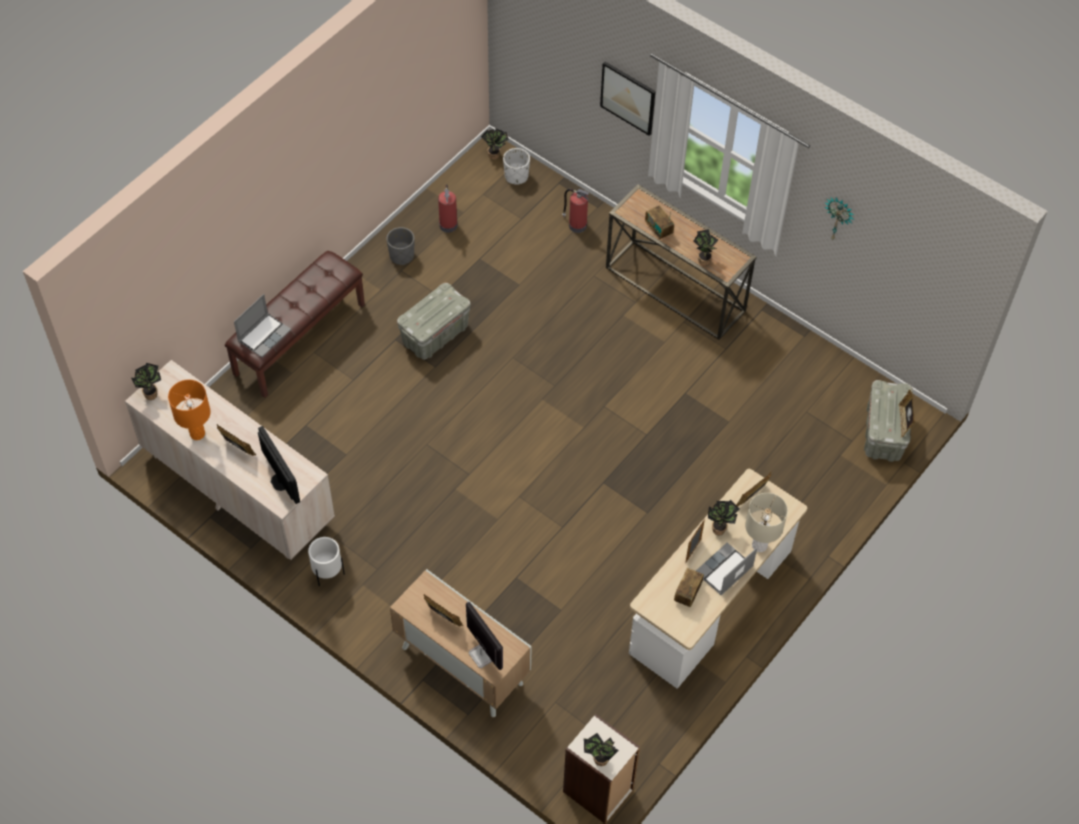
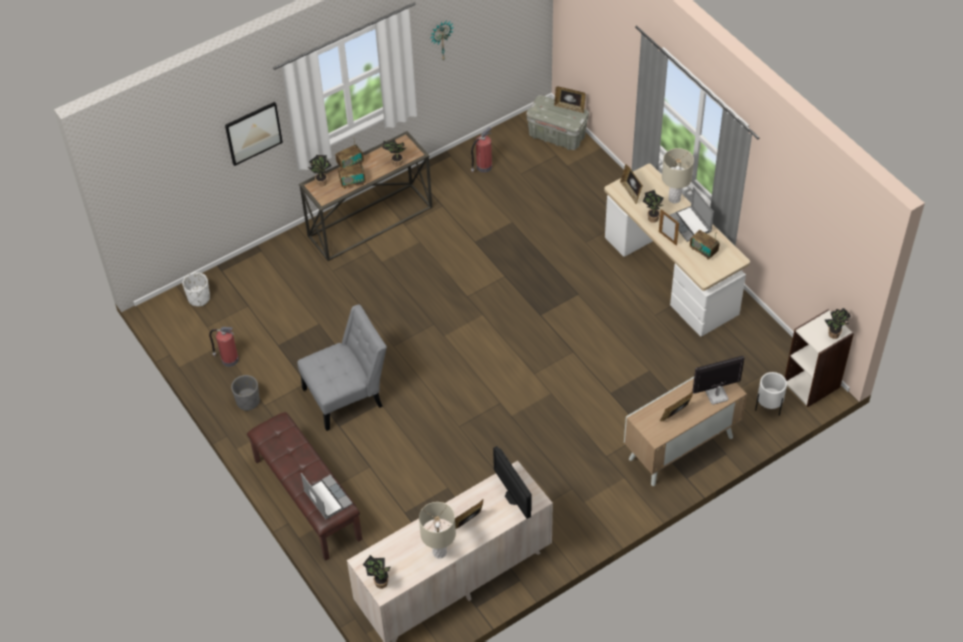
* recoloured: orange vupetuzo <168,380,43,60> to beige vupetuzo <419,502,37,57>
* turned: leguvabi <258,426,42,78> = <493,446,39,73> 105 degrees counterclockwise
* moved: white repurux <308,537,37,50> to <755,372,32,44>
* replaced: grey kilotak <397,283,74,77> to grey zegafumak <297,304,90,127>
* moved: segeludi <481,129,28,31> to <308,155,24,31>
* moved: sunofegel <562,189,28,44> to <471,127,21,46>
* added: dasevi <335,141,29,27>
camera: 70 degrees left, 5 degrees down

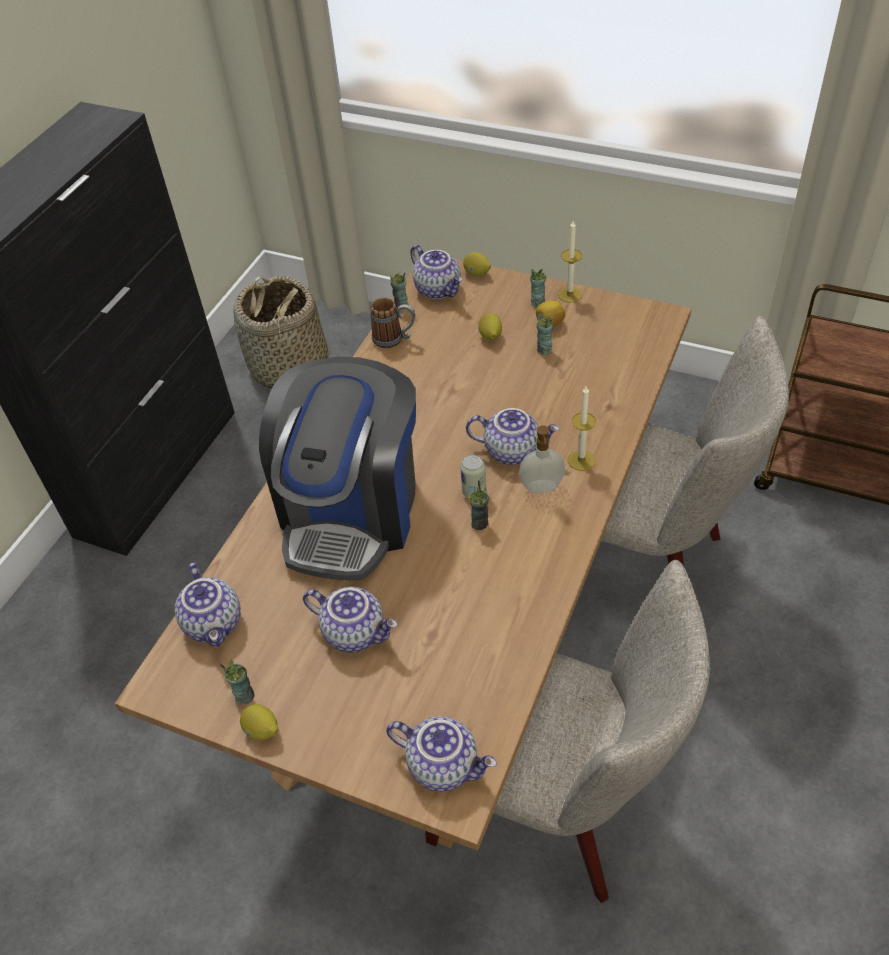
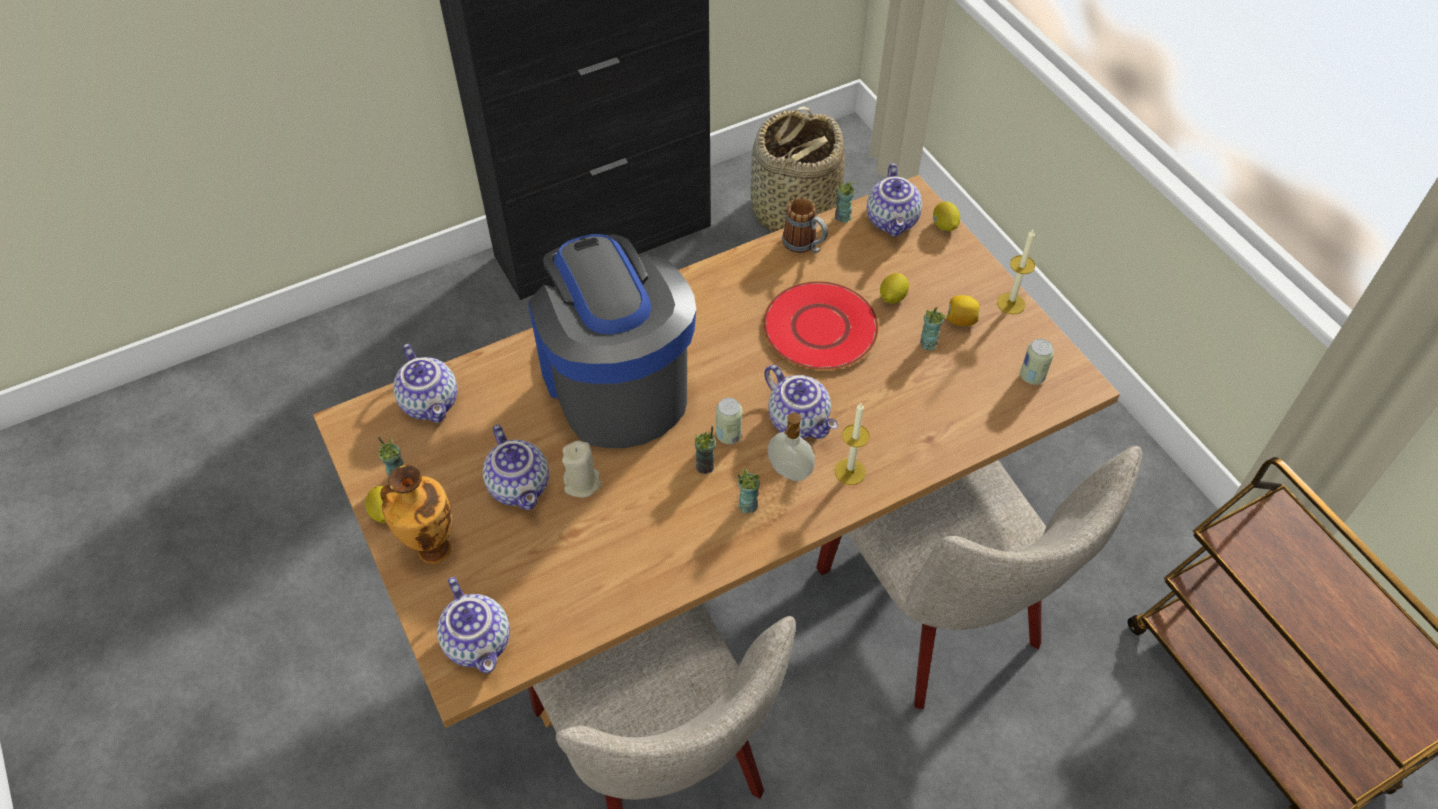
* turned: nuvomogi <175,562,66,85> = <393,344,64,79> 45 degrees counterclockwise
* turned: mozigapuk <259,357,157,224> = <528,234,168,214> 105 degrees clockwise
* moved: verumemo <530,269,17,39> to <737,469,23,44>
* added: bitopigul <380,465,71,99>
* added: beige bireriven <562,441,39,57>
* added: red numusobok <763,281,116,89>
* added: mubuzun <1020,339,34,46>
camera: 35 degrees right, 5 degrees up

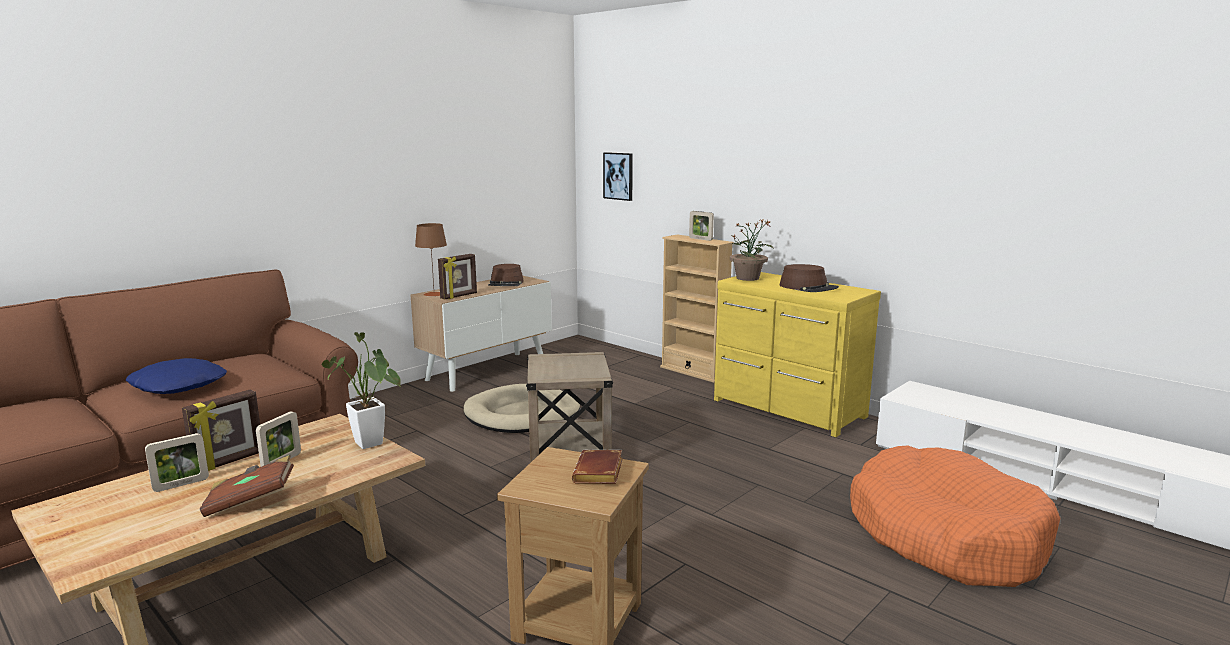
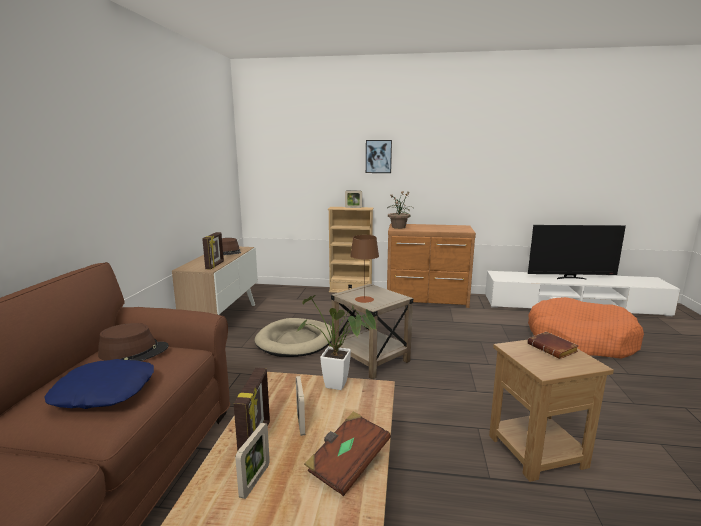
* moved: brown vupetuzo <415,223,32,74> to <350,235,29,68>
* moved: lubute <603,152,30,49> to <366,140,26,33>
* recoloured: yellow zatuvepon <714,272,167,165> to brown zatuvepon <387,224,89,84>
* moved: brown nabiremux <780,264,59,28> to <98,323,71,38>
* added: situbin <528,225,98,55>
camera: 35 degrees left, 0 degrees up

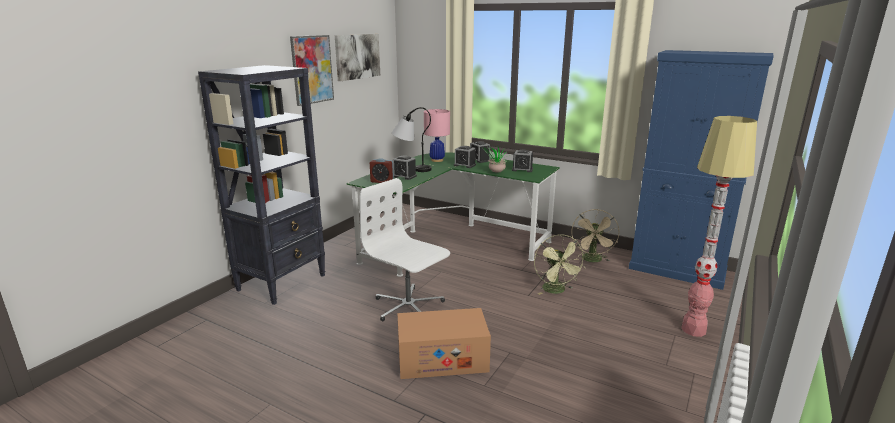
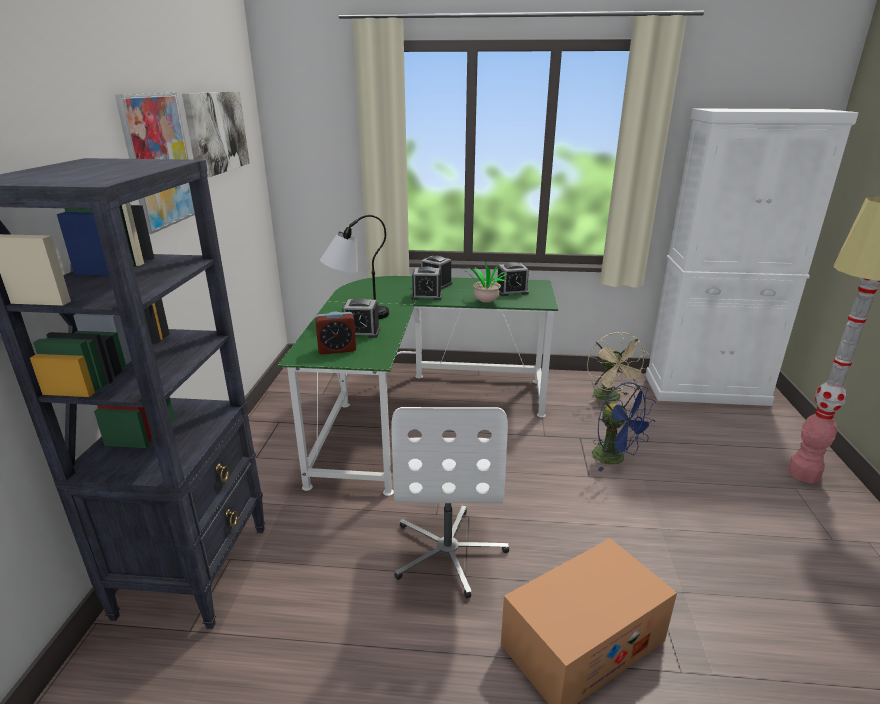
* turned: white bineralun <359,178,91,143> = <391,407,118,191> 105 degrees counterclockwise
* removed: pink vupetuzo <424,109,26,53>
* recoloured: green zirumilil <534,234,52,61> to blue zirumilil <592,382,64,90>
* recoloured: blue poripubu <629,50,145,240> to white poripubu <645,108,214,298>
camera: 25 degrees left, 5 degrees up

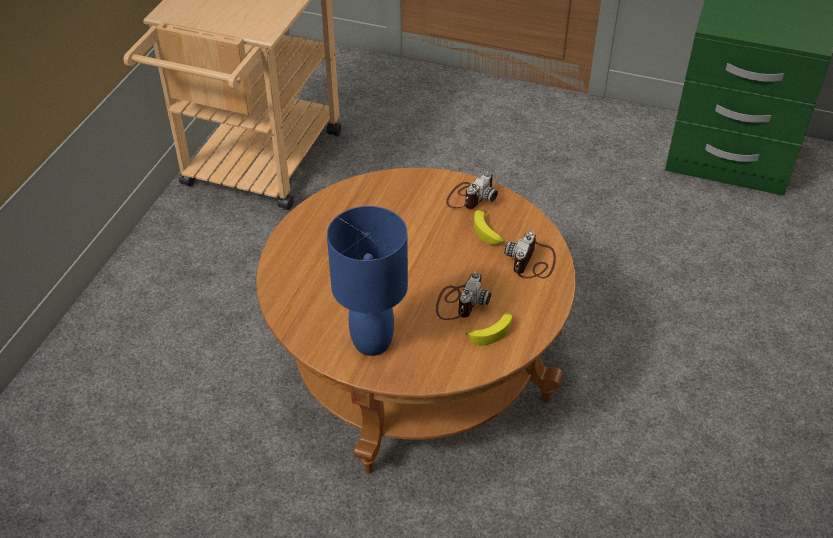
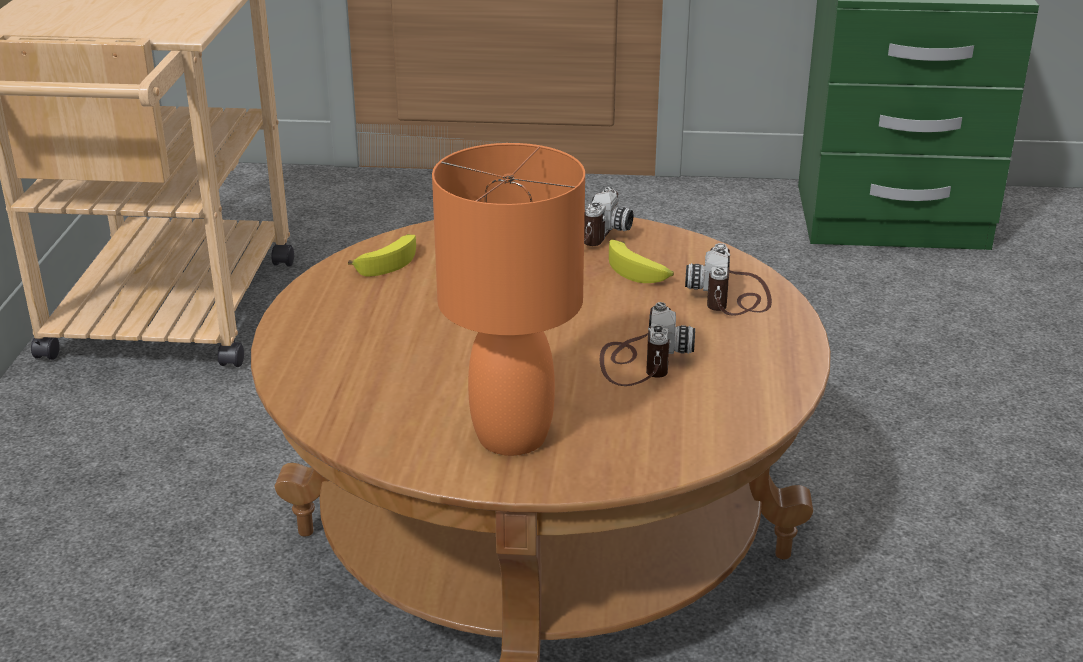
* recoloured: blue vupetuzo <327,206,81,150> to orange vupetuzo <432,143,153,313>
* moved: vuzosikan <465,312,47,34> to <348,234,68,43>
camera: 15 degrees left, 15 degrees down

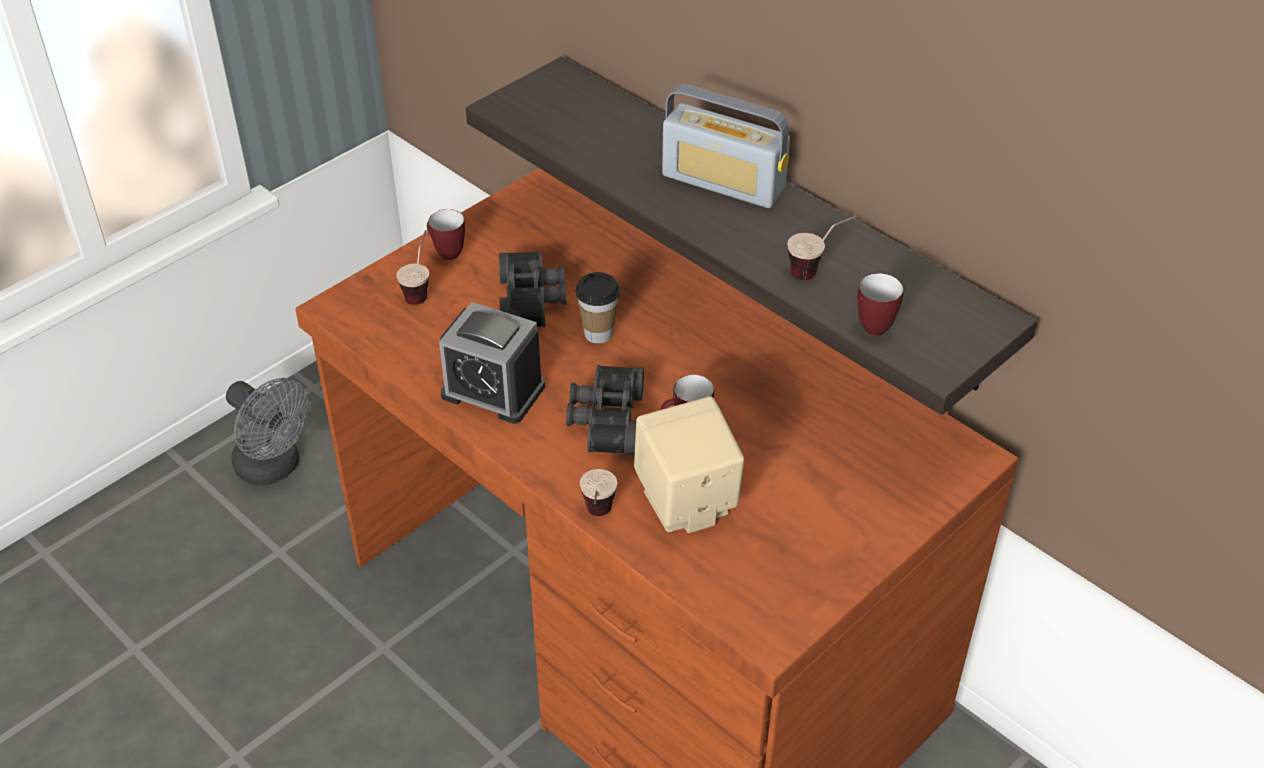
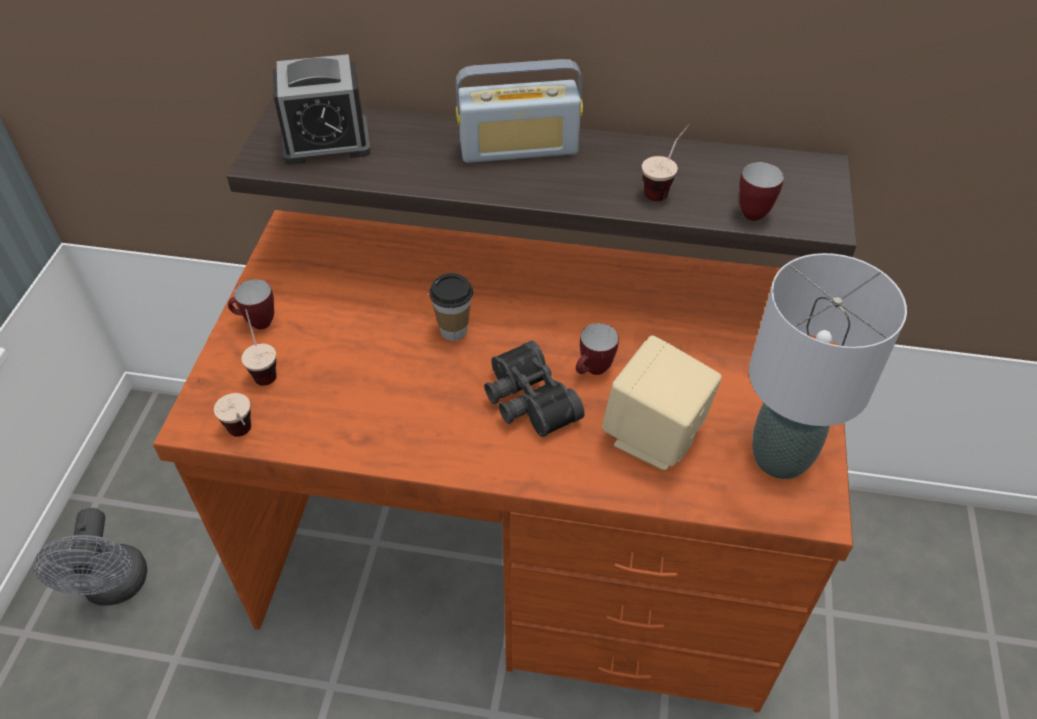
* turned: grey zirumilil <226,378,85,108> = <33,508,114,98> 75 degrees clockwise
* moved: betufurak <439,302,106,122> to <273,54,98,111>
* removed: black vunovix <499,251,67,76>
* moved: verumemo <580,469,37,47> to <214,393,37,44>
* added: grey vupetuzo <749,253,158,226>
camera: 35 degrees left, 5 degrees up

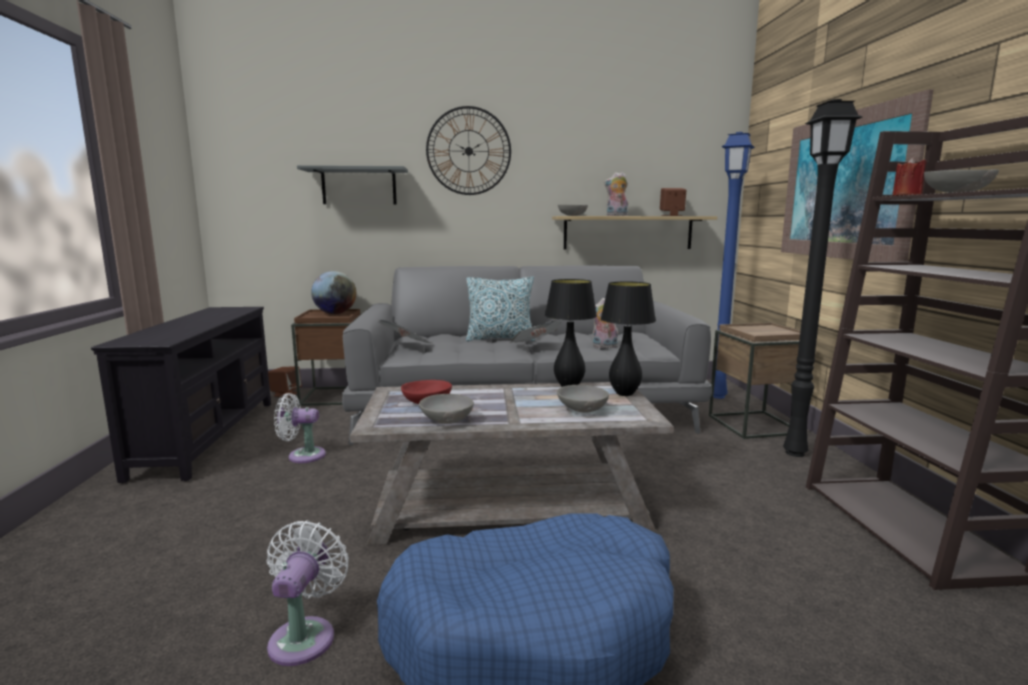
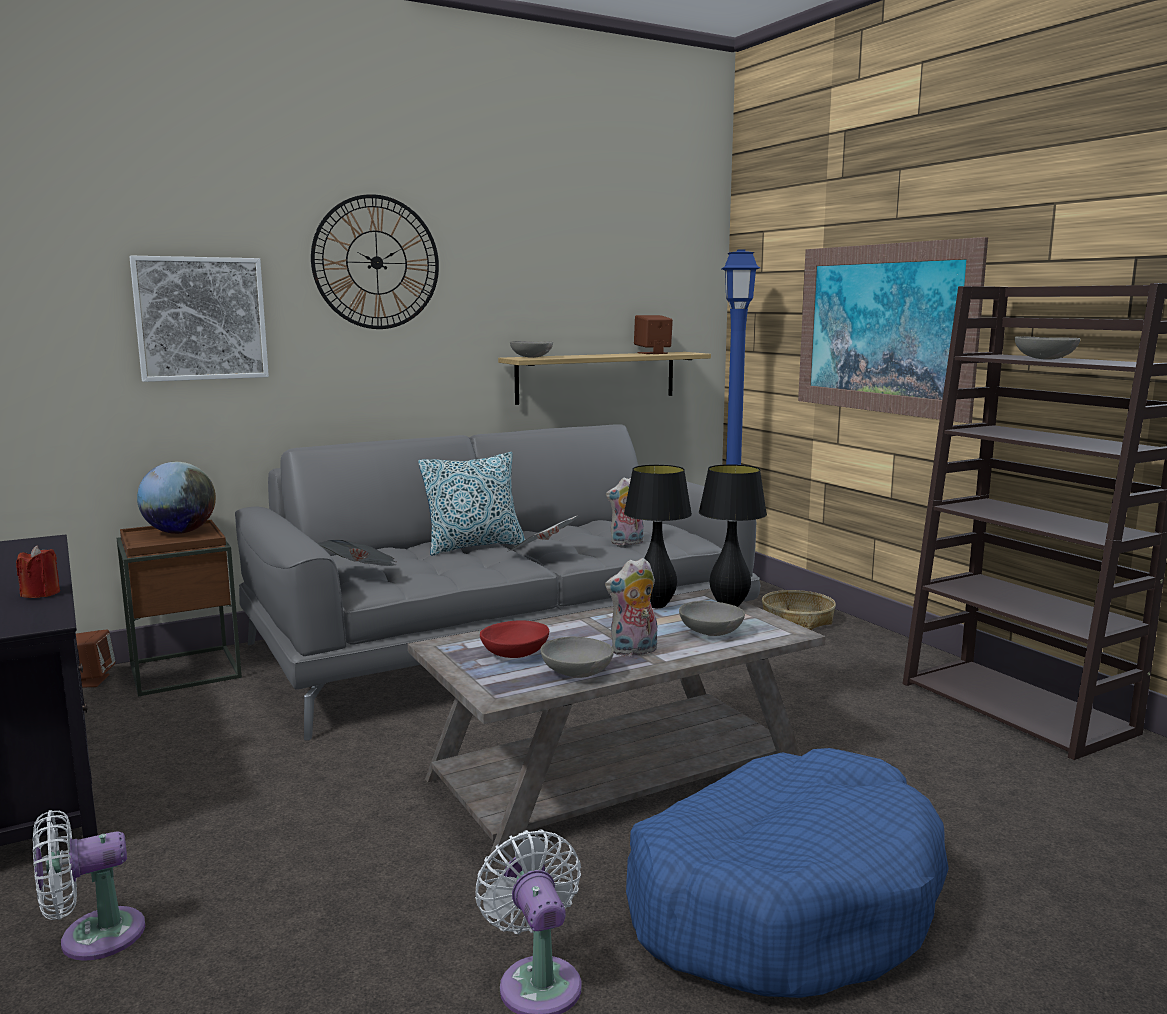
* moved: white zirumilil <274,393,52,70> to <33,810,112,151>
* replaced: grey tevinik <297,165,111,39> to lubute <129,256,140,126>
* moved: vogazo <604,172,24,44> to <605,558,52,98>
* replaced: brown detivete <709,323,91,116> to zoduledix <762,590,74,40>
* removed: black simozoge <783,99,80,358>
* moved: red bireriven <892,157,35,39> to <16,545,44,53>
camera: 25 degrees left, 0 degrees up

